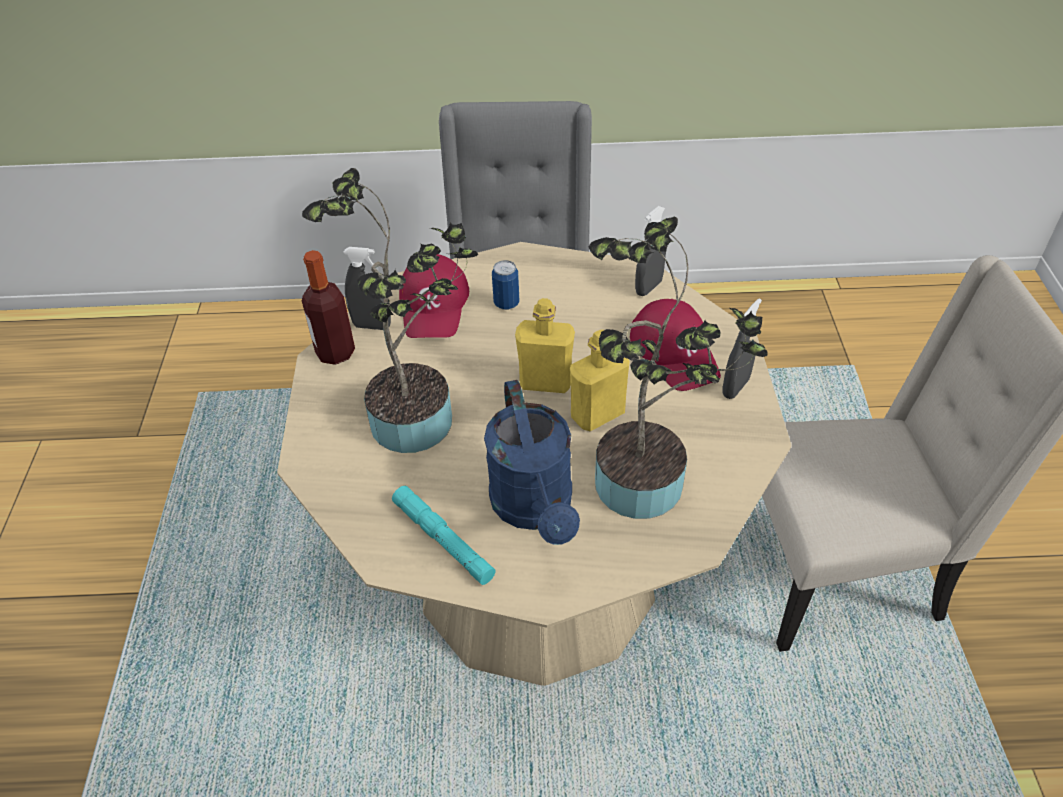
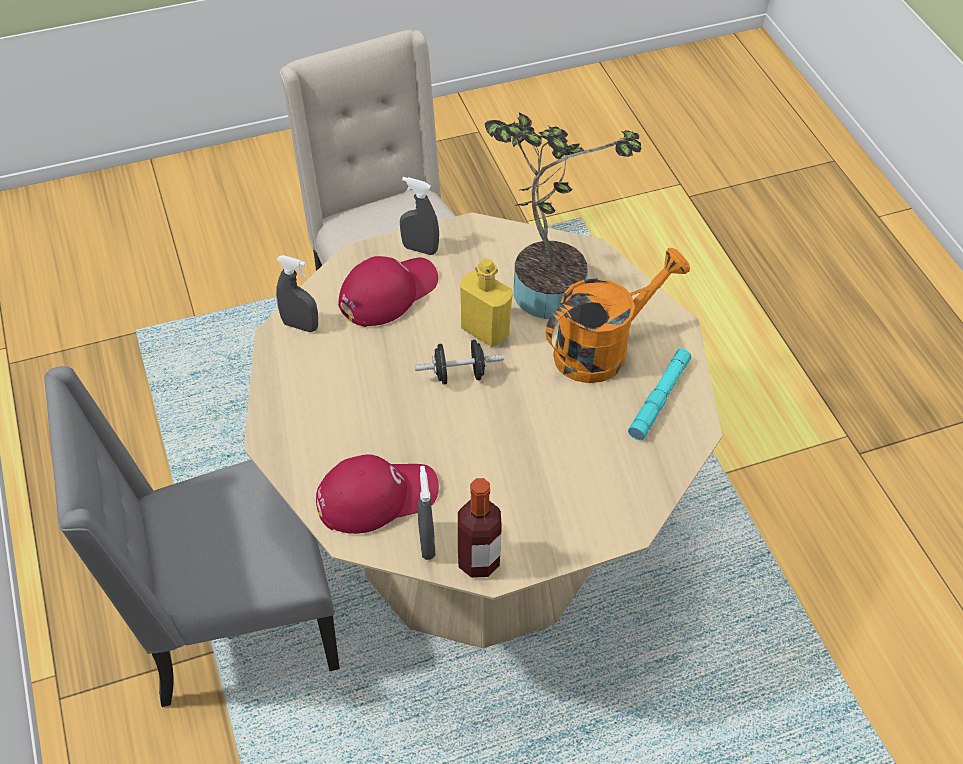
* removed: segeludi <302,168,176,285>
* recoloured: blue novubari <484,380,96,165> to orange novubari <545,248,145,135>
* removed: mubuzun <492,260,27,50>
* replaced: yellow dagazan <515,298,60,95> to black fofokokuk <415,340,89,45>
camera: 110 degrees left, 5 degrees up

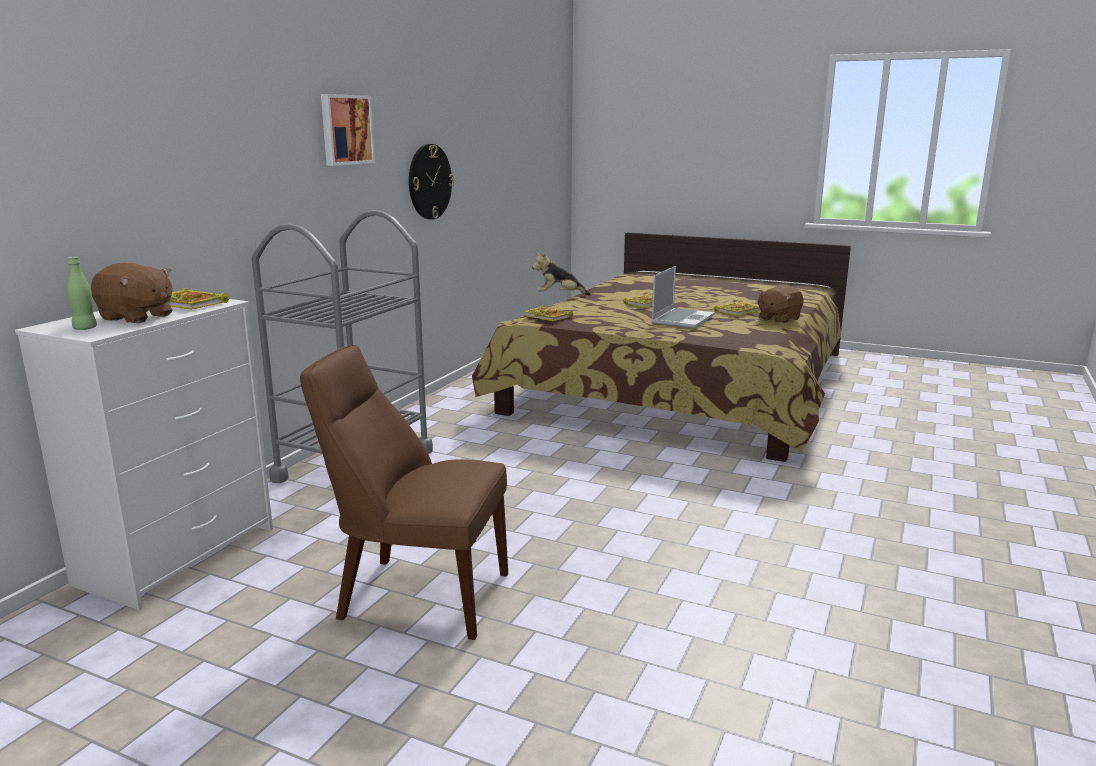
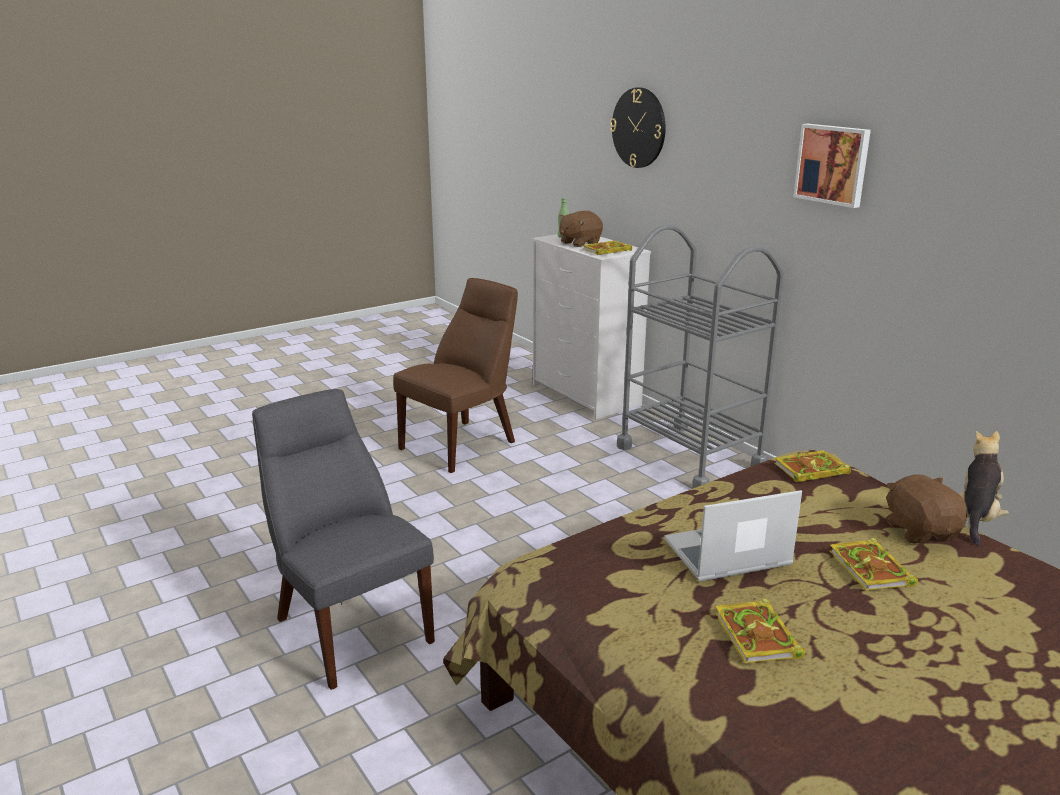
* moved: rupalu <409,144,45,76> to <610,87,56,81>
* turned: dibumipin <651,266,63,63> = <664,490,138,91> 105 degrees clockwise
* moved: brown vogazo <757,285,47,39> to <886,475,81,68>
* added: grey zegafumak <252,389,183,301>
camera: 120 degrees right, 5 degrees up

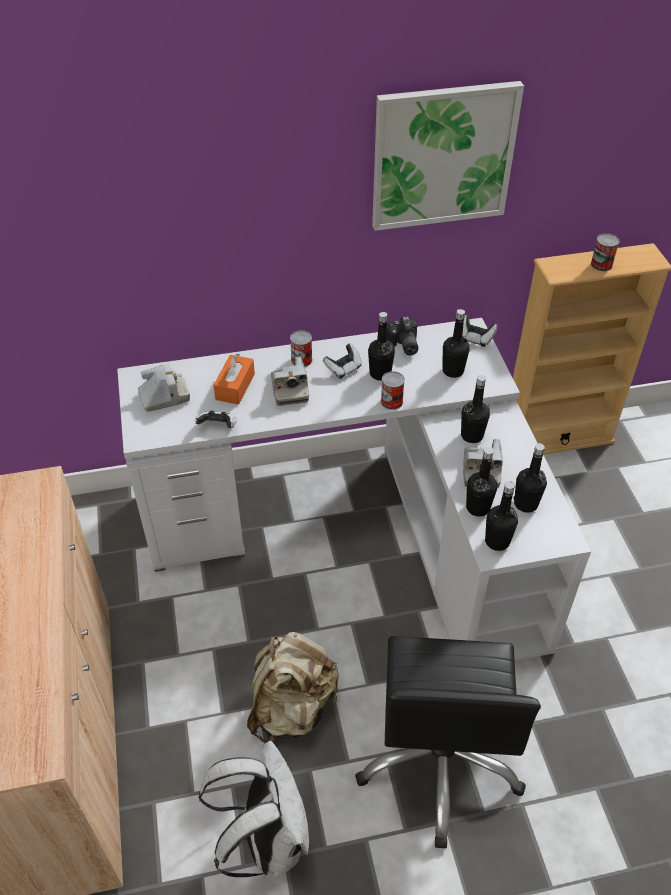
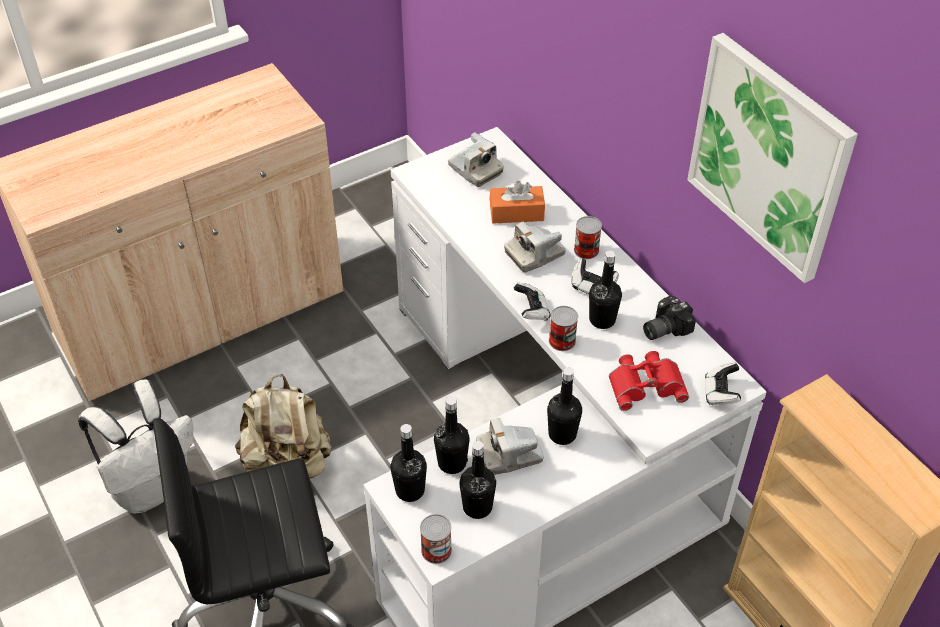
* moved: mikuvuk <195,411,42,17> to <514,283,36,38>
* replaced: black dagazan <443,309,27,69> to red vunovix <609,351,80,60>
* moved: mubuzun <591,233,29,39> to <420,514,32,50>
camera: 70 degrees right, 0 degrees up

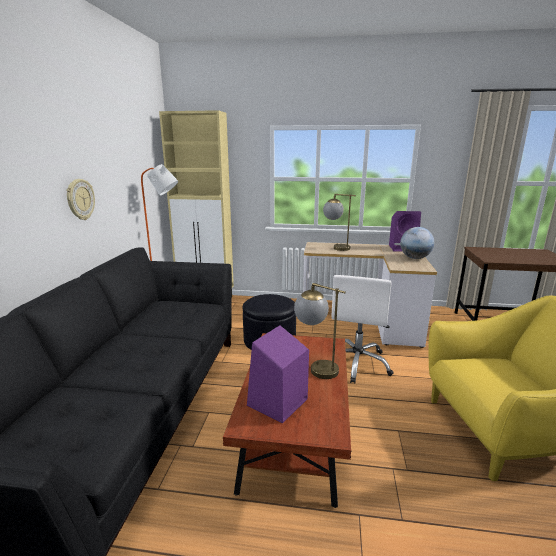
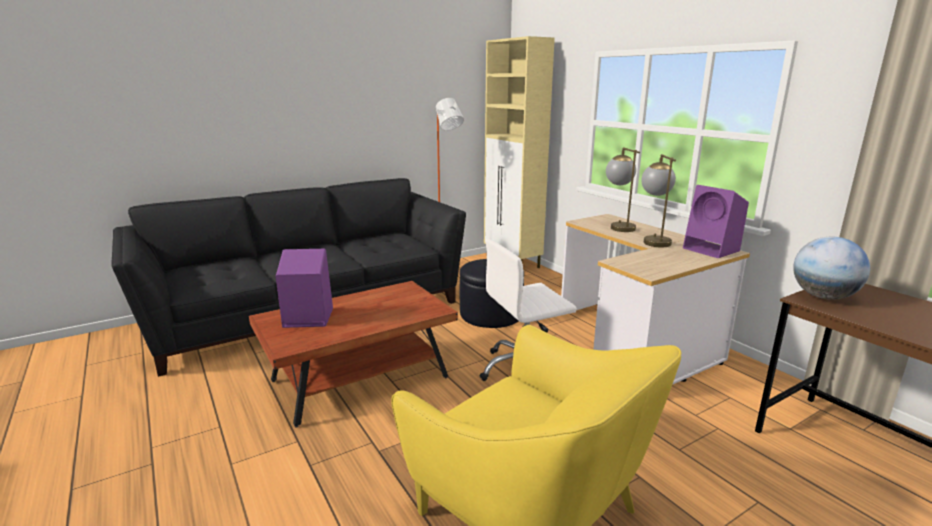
* removed: rupalu <66,179,29,41>
* moved: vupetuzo <294,283,52,96> to <641,154,35,93>
* moved: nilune <400,227,34,32> to <793,237,77,63>
camera: 50 degrees right, 0 degrees up

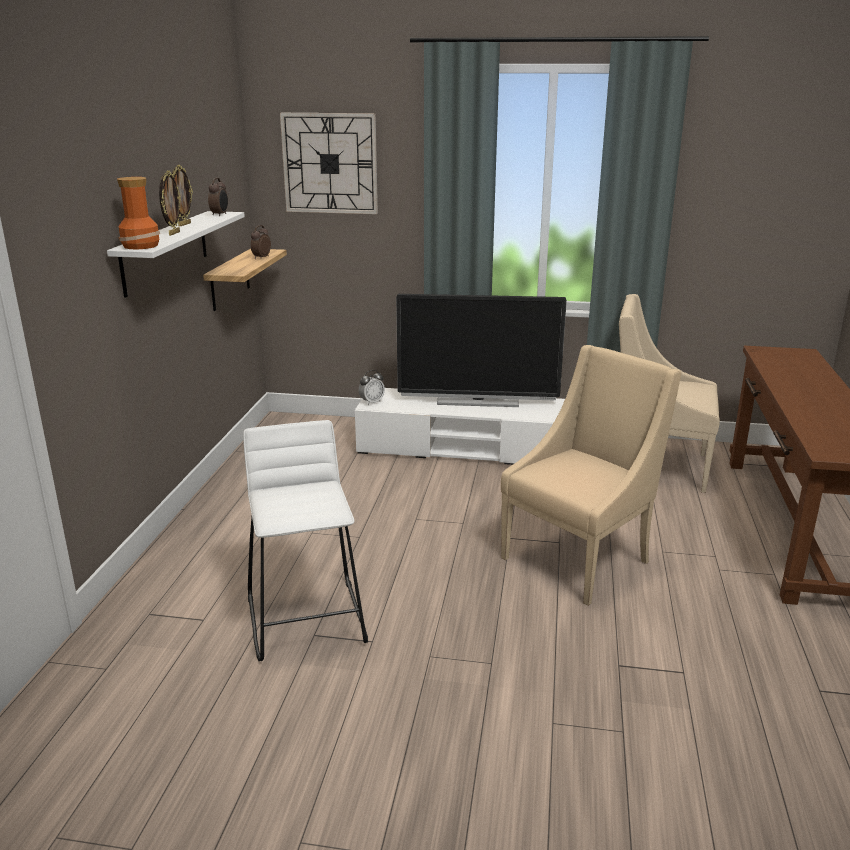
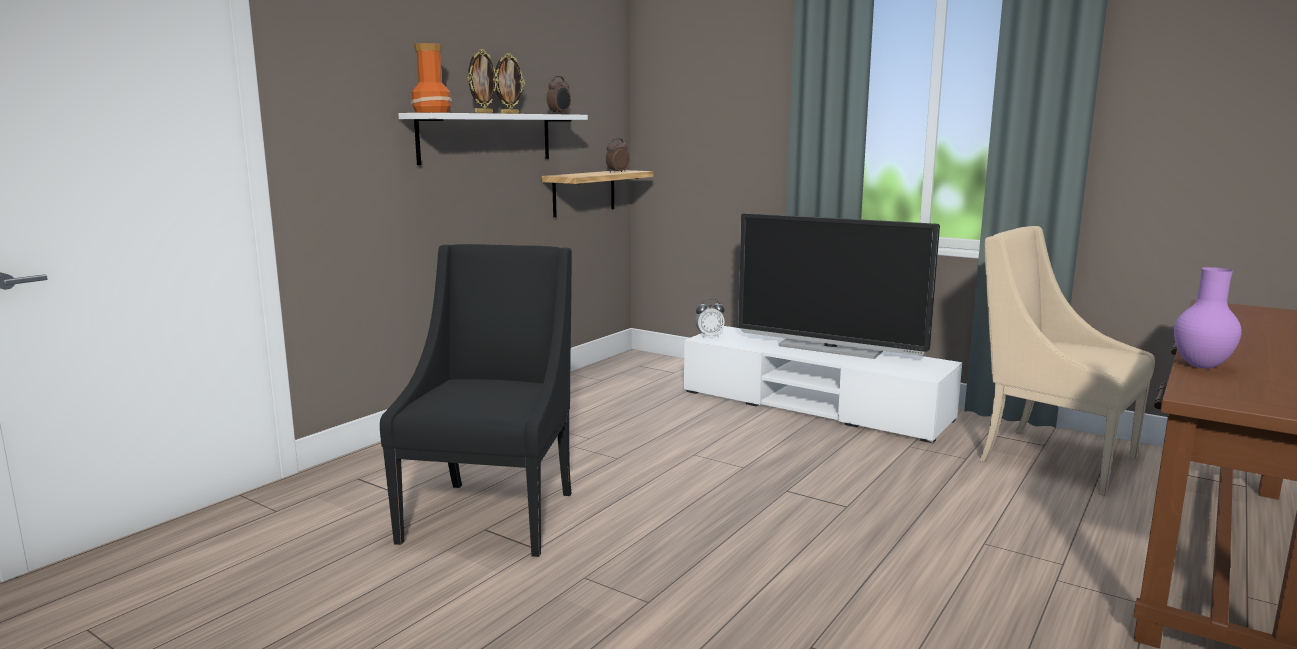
* replaced: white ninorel <243,420,125,241> to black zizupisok <380,244,192,313>
* removed: rupalu <280,113,98,101>
* removed: beige zizupisok <501,345,180,261>
* added: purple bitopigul <1174,267,68,102>
camera: 25 degrees right, 10 degrees down

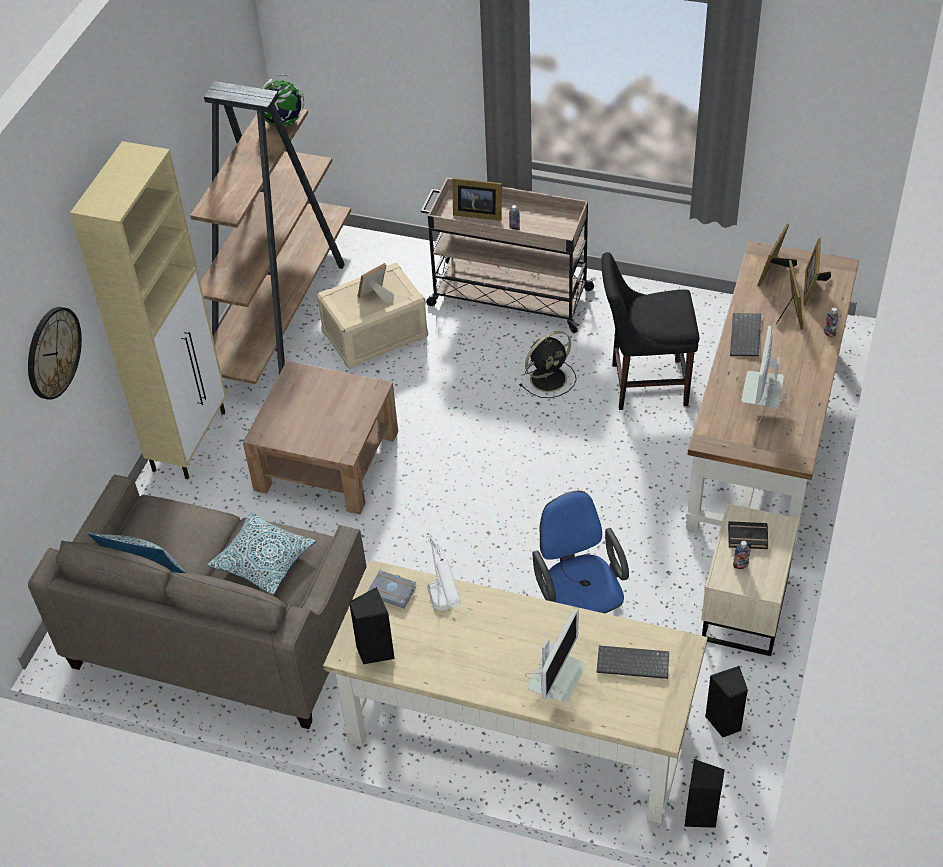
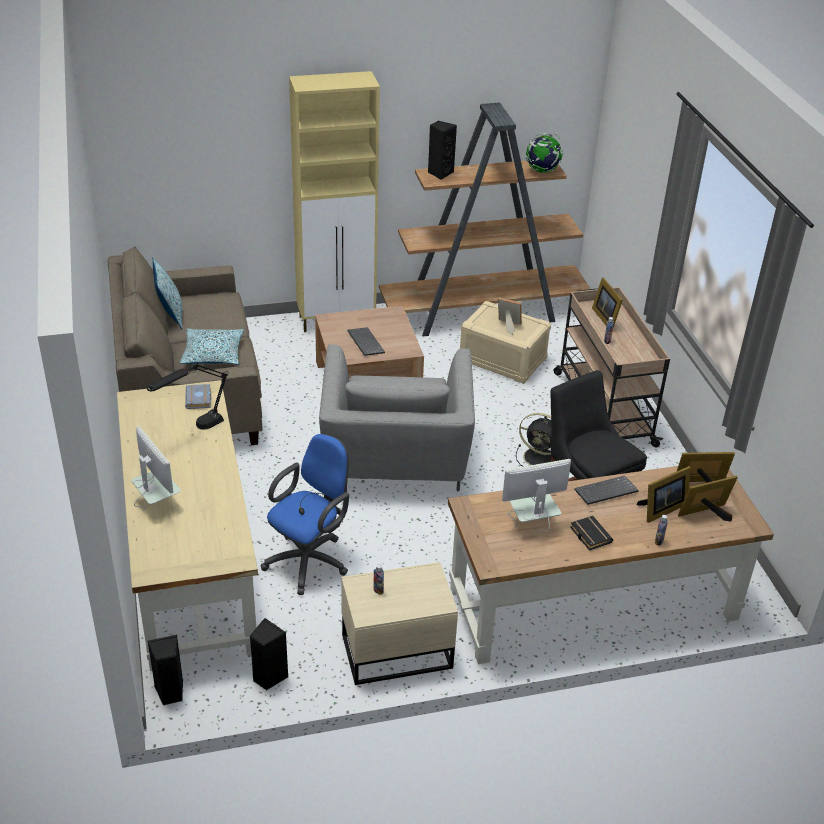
* removed: rupalu <28,307,54,93>
* moved: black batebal <349,587,46,77> to <428,120,29,60>
* recoloured: white vupetuzo <427,533,33,78> to black vupetuzo <147,362,81,68>
* turned: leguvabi <525,609,61,94> = <131,426,50,84> 120 degrees counterclockwise
* moved: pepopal <596,646,73,33> to <347,327,38,29>
* moved: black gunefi <728,521,40,28> to <570,516,43,34>
* added: grey zizupisok <319,344,156,147>
camera: 55 degrees right, 10 degrees down

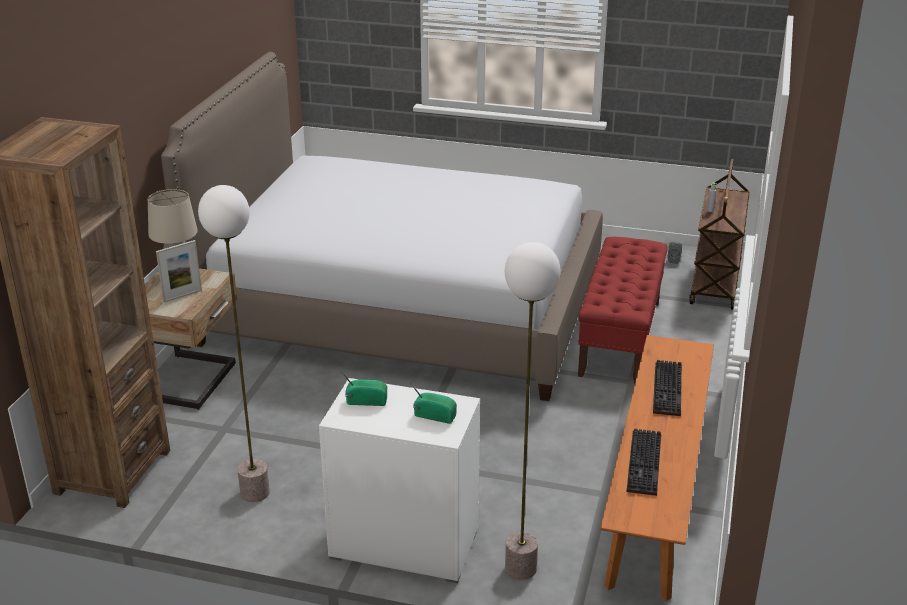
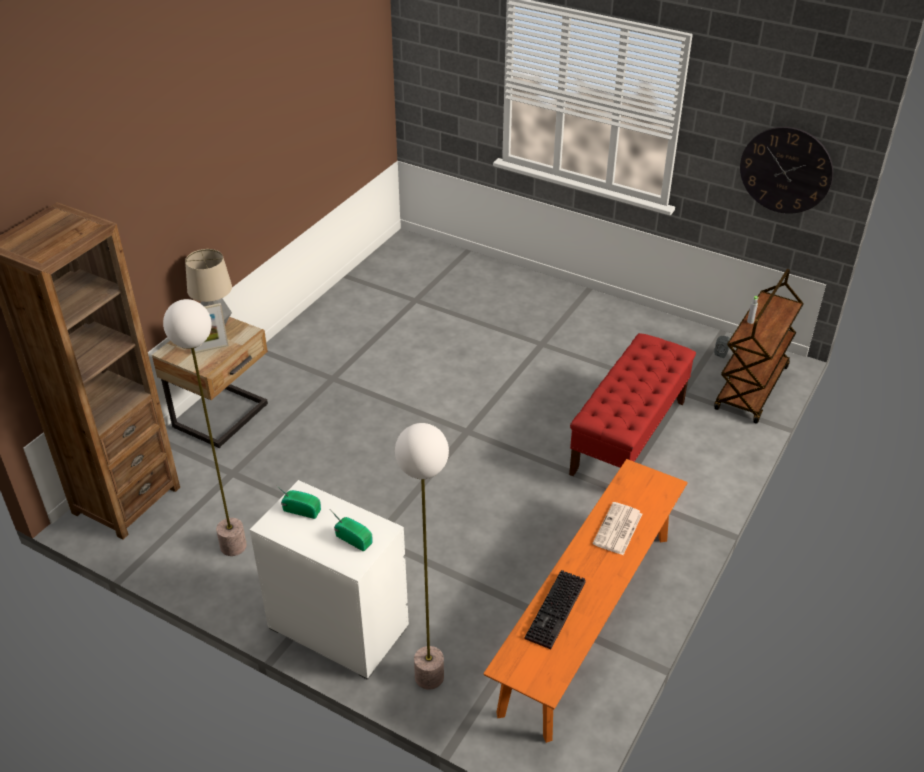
* removed: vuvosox <161,52,442,349>
* replaced: pepopal <653,360,29,56> to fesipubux <592,502,50,53>
* added: rupalu <740,127,93,87>
camera: 15 degrees right, 10 degrees up

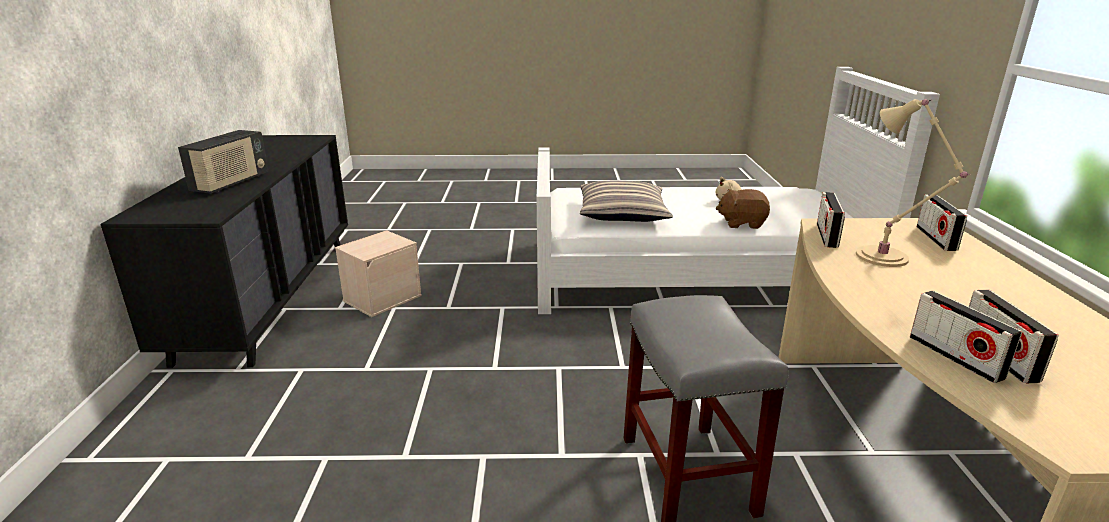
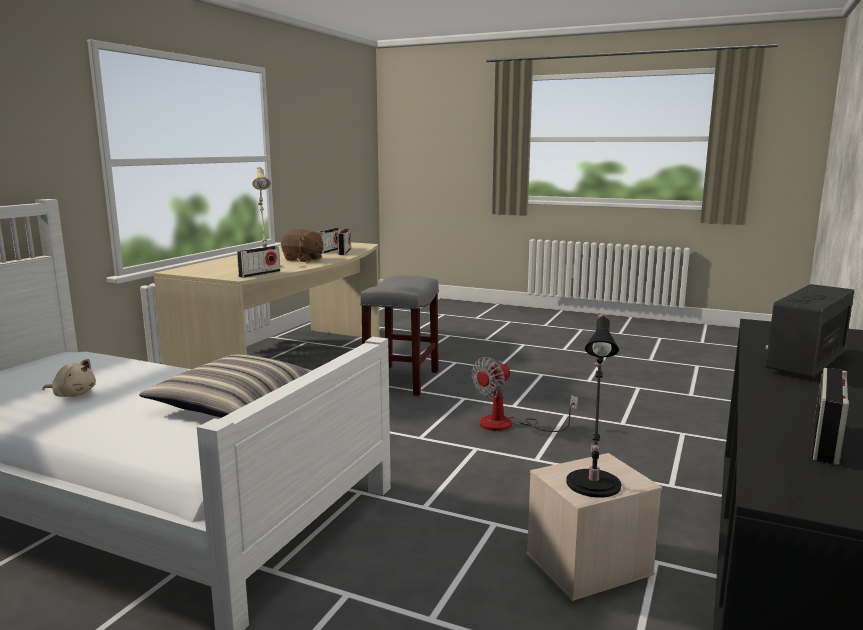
* moved: brown vogazo <716,189,54,40> to <281,229,42,33>
* moved: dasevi <916,194,51,57> to <811,368,38,97>
* added: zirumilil <471,357,107,75>
* added: black vupetuzo <566,313,55,185>
camera: 155 degrees left, 10 degrees down

